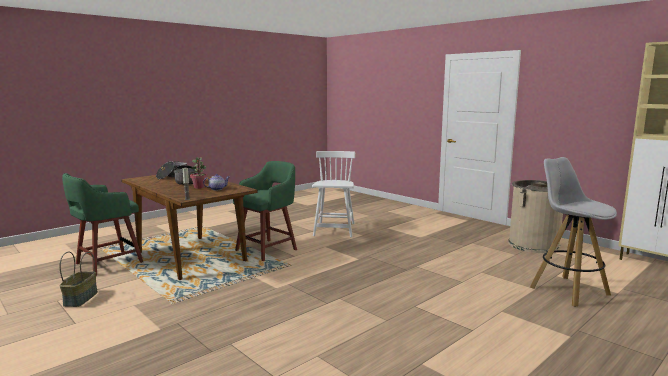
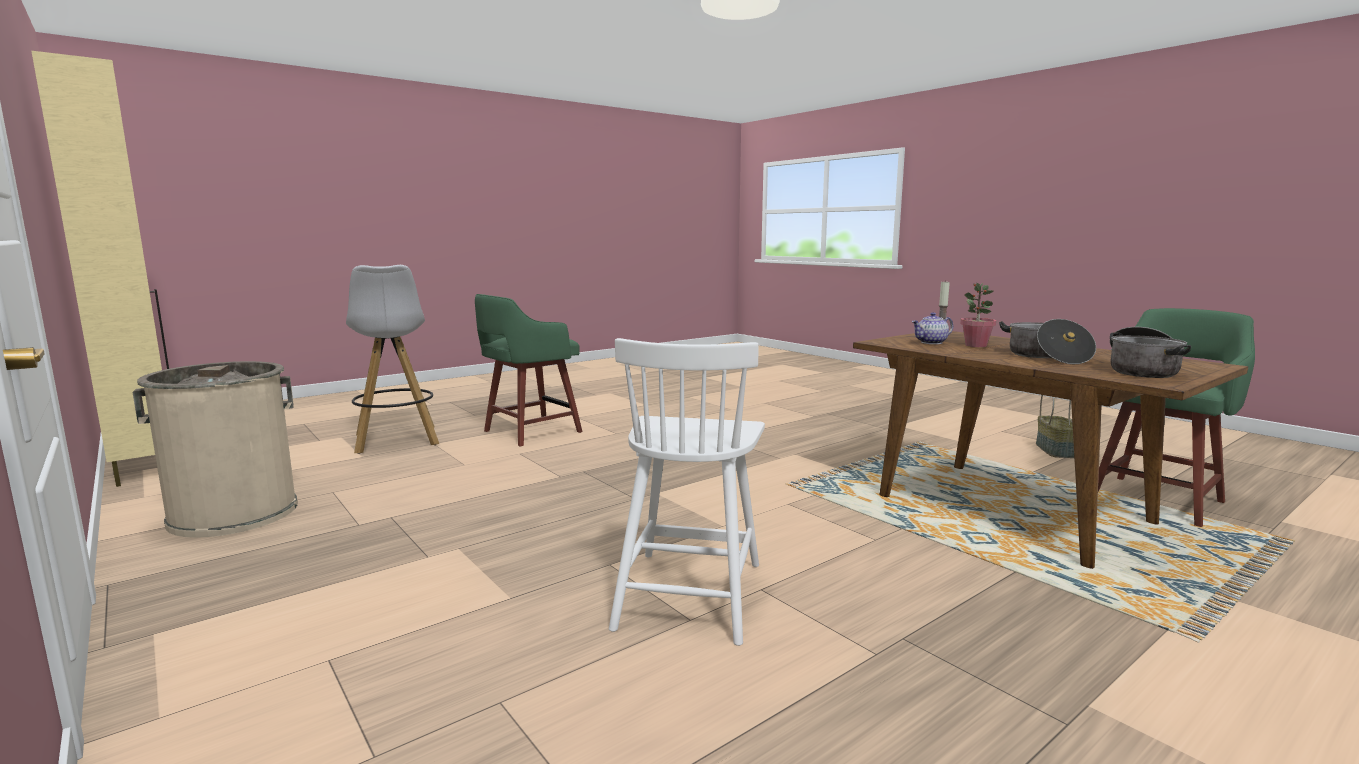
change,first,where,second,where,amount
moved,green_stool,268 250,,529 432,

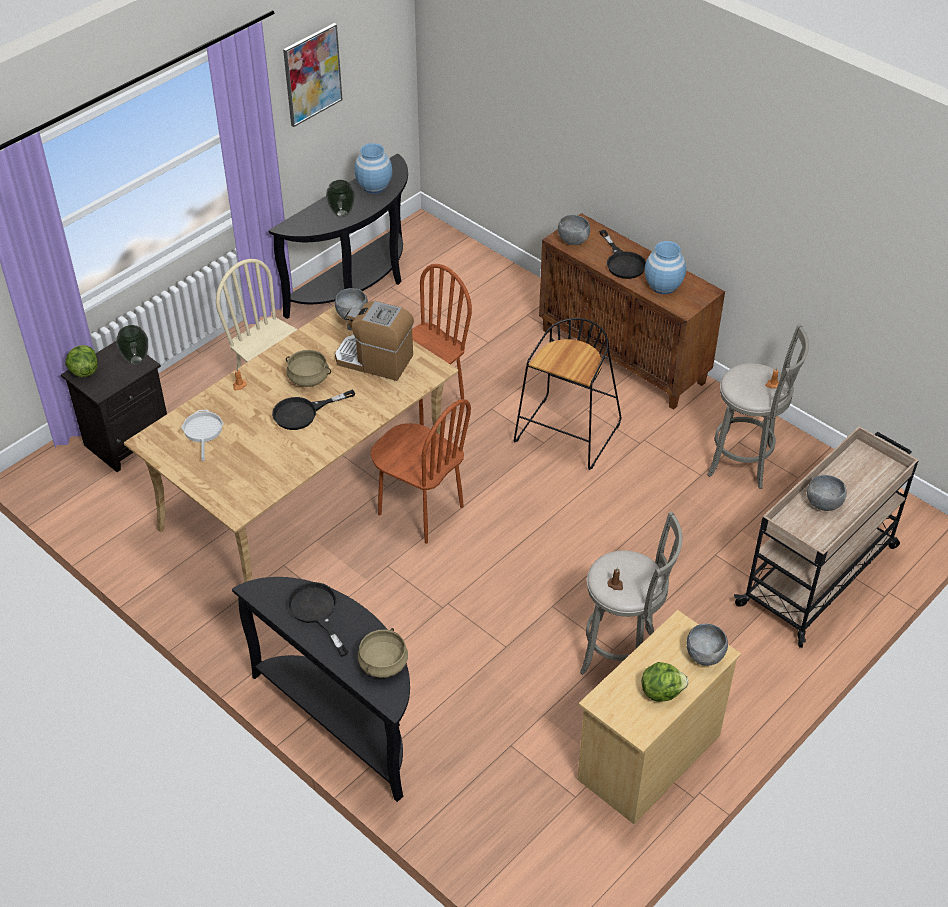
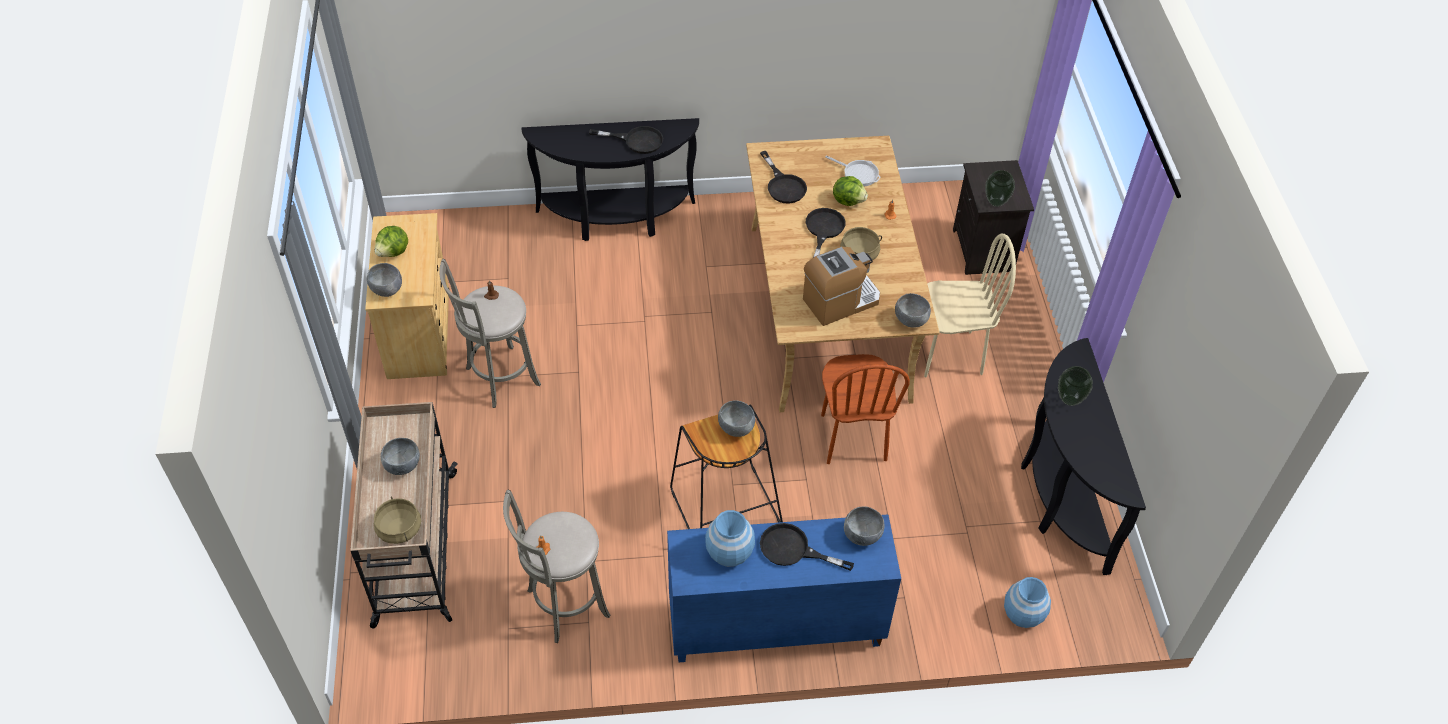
change,first,where,second,where,amount
moved,beige_cooking_pot,383 663,,400 529,
recoloured,brown_cabinet,624 356,blue_cabinet,774 628,
added,,,grey_bowl,736 429,
added,,,black_frying_pan,783 185,
moved,lettuce,84 371,,848 200,
moved,blue_vase,374 186,,1023 615,
removed,picture,312 74,,,
removed,brown_chair,420 511,,,

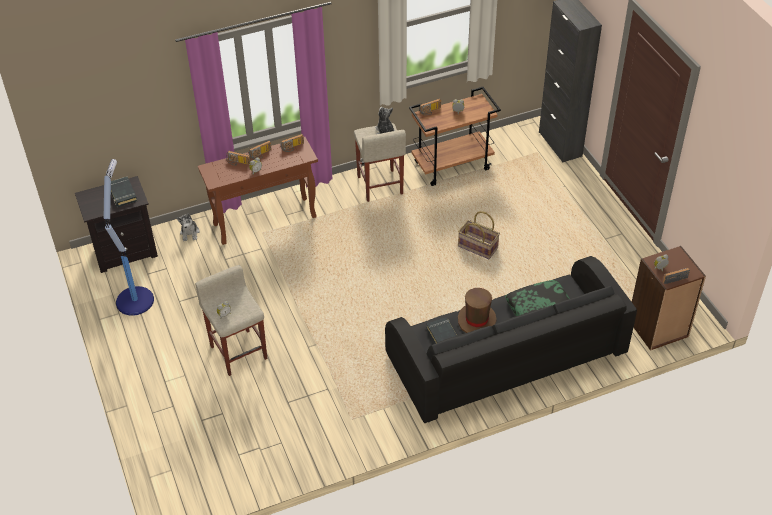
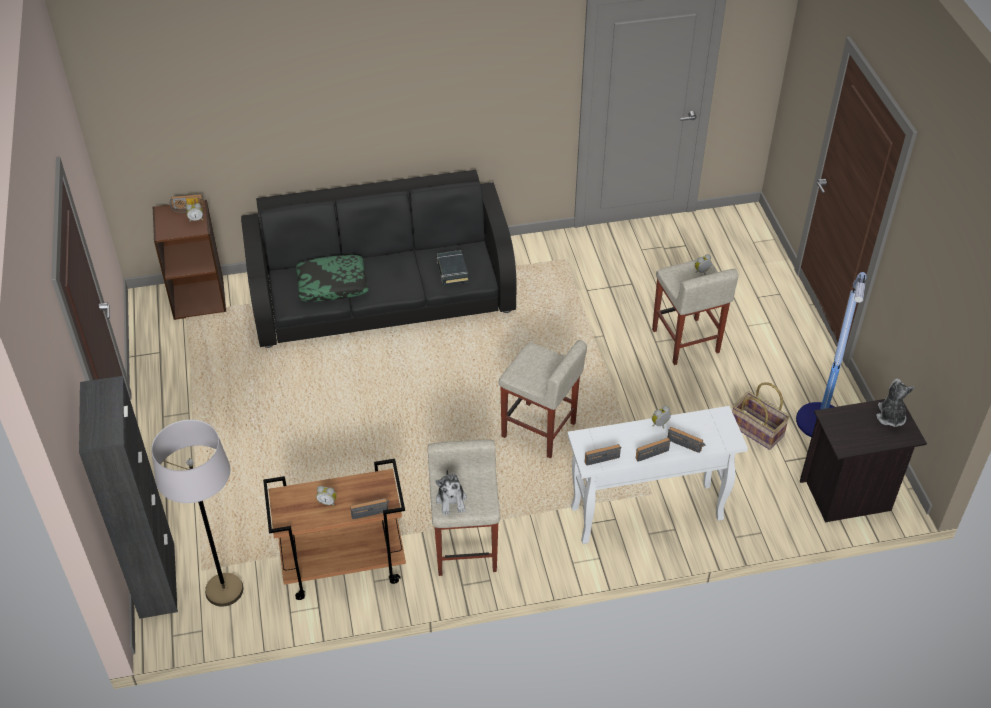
change,first,where,second,where,amount
added,,,grey_floor_lamp,224 590,
added,,,beige_stool,539 431,
recoloured,brown_console_table,265 220,white_console_table,645 514,
moved,basket,477 247,,757 430,
moved,plush_toy,190 233,,890 416,
removed,black_book,122 194,,,
removed,brown_hat,477 320,,,

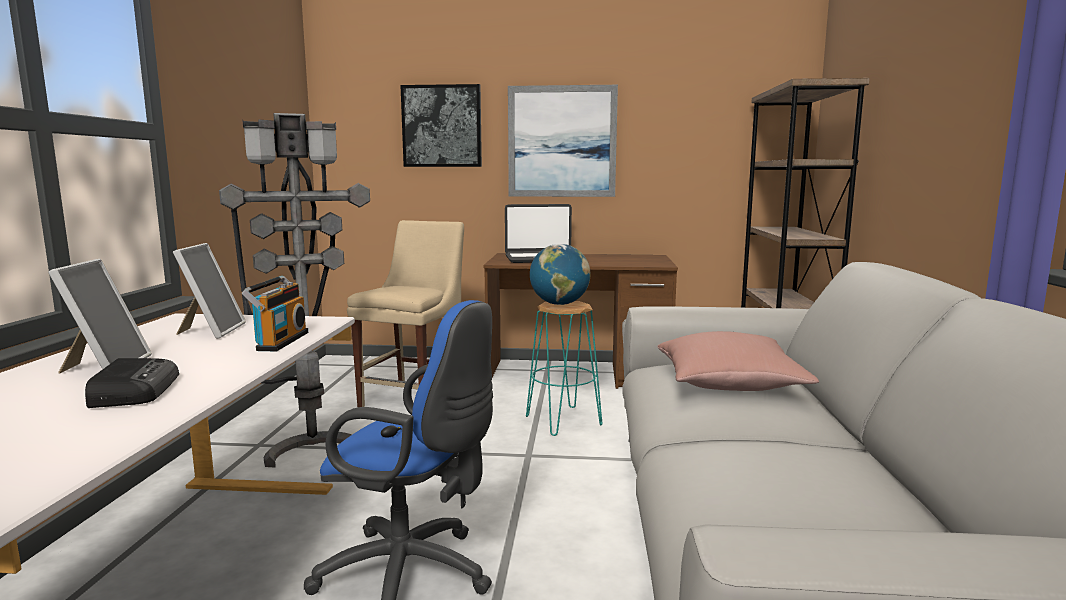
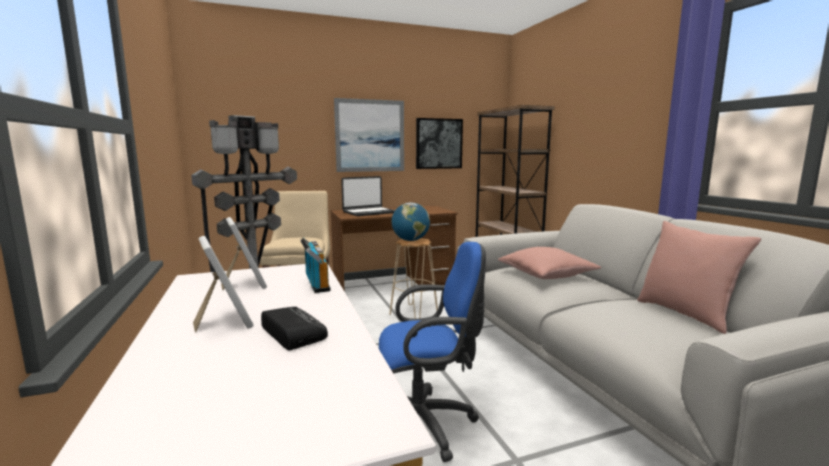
change,first,where,second,where,amount
recoloured,turquoise_stool,563 421,beige_stool,413 313,
moved,picture,442 126,,438 143,
added,,,pink_pillow,685 314,

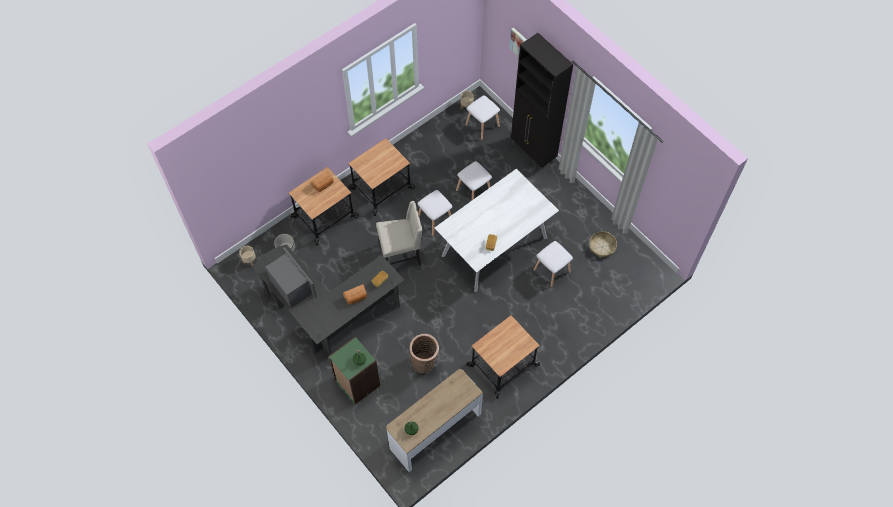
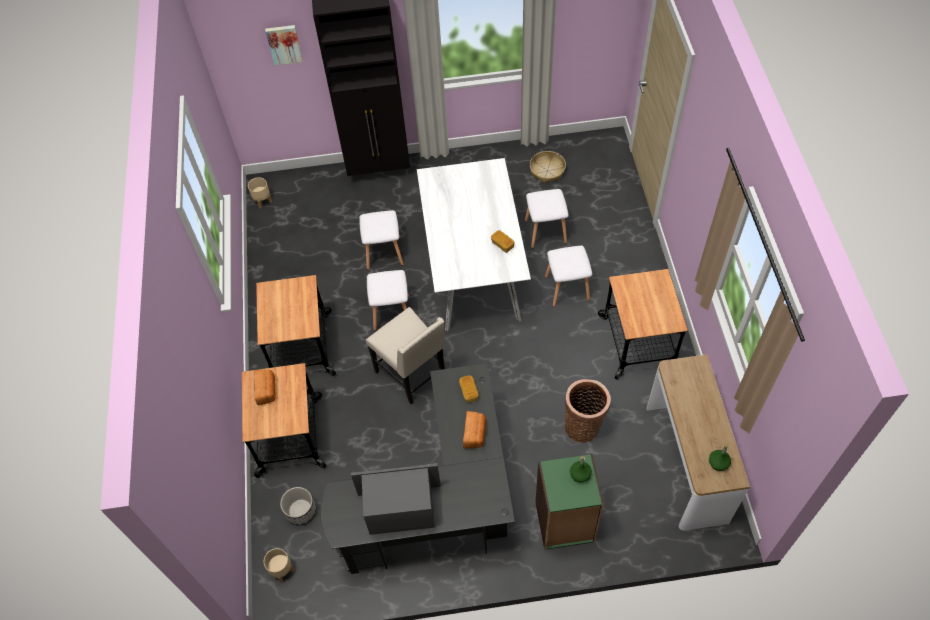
change,first,where,second,where,amount
turned,beige_chair,401 255,,412 374,120 degrees clockwise
moved,white_stool,482 126,,567 289,

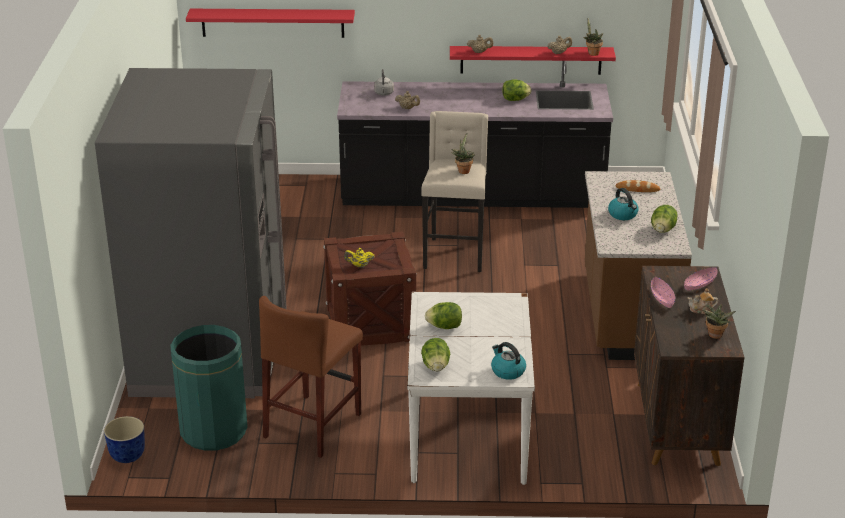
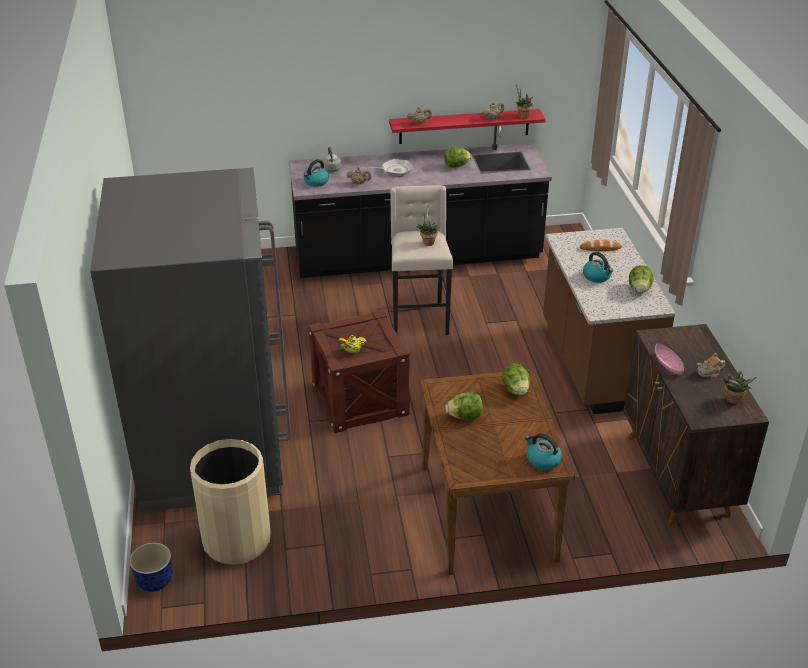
change,first,where,second,where,amount
recoloured,green_trash_can,213 430,beige_trash_can,236 540,
added,,,kettle,316 182,
added,,,frying_pan,394 171,
recoloured,white_dining_table,468 432,brown_dining_table,487 510,
moved,lettuce,436 366,,515 390,
removed,red_shelf,272 23,,,
removed,brown_stool,313 425,,,
removed,pink_bowl,699 284,,,

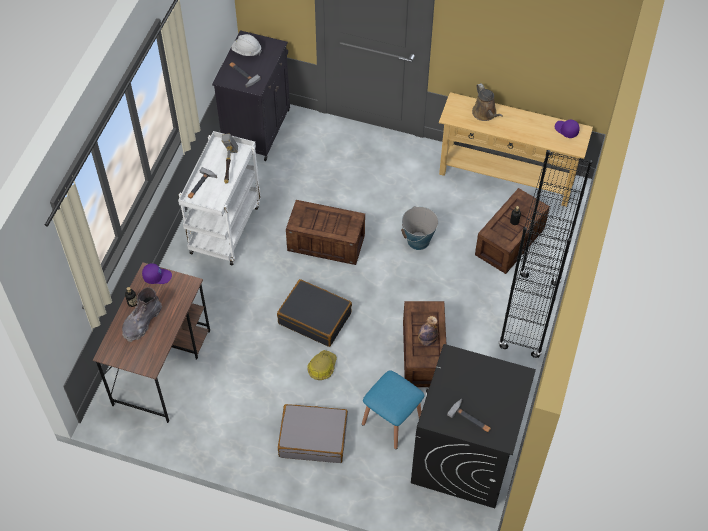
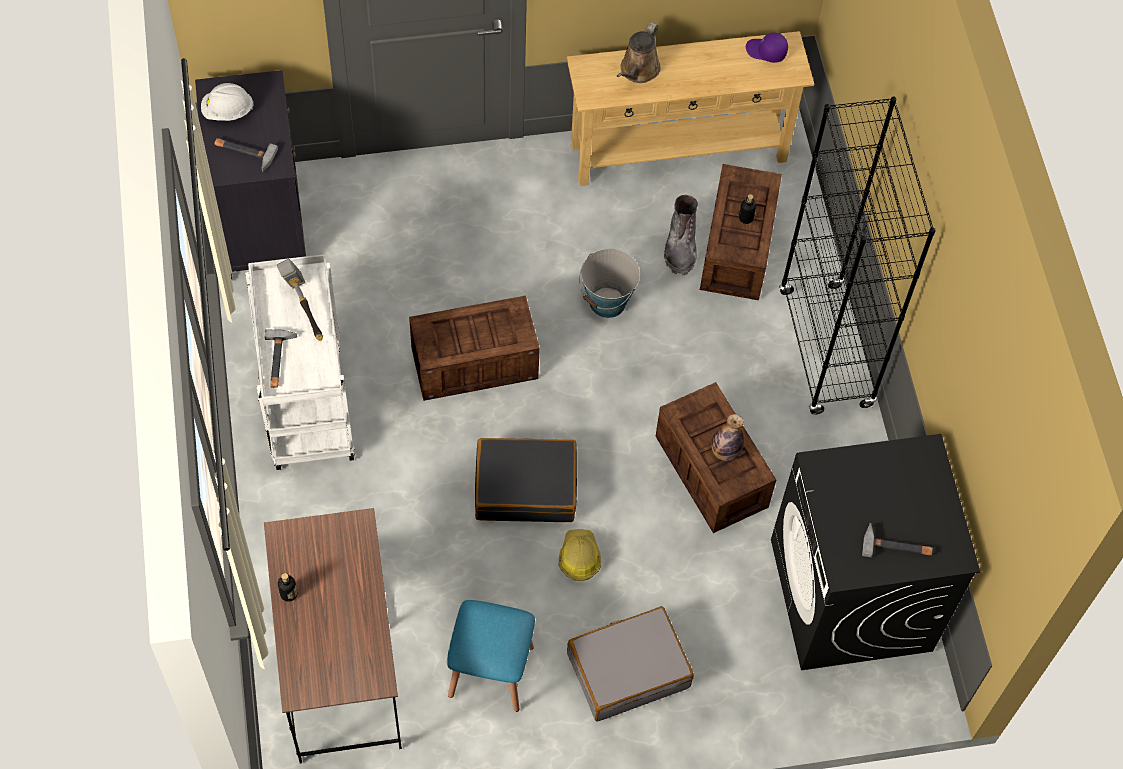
change,first,where,second,where,amount
moved,blue_stool,392 421,,491 671,
turned,brown_watering_can,485 114,,638 71,75 degrees clockwise
moved,grey_boot,142 322,,680 246,
removed,purple_cap,157 276,,,

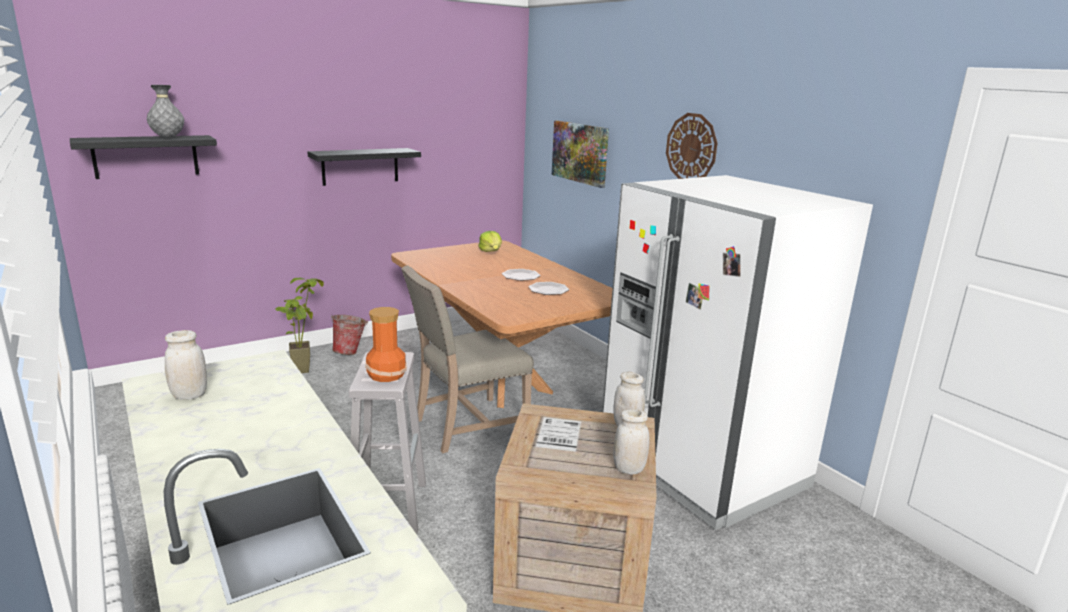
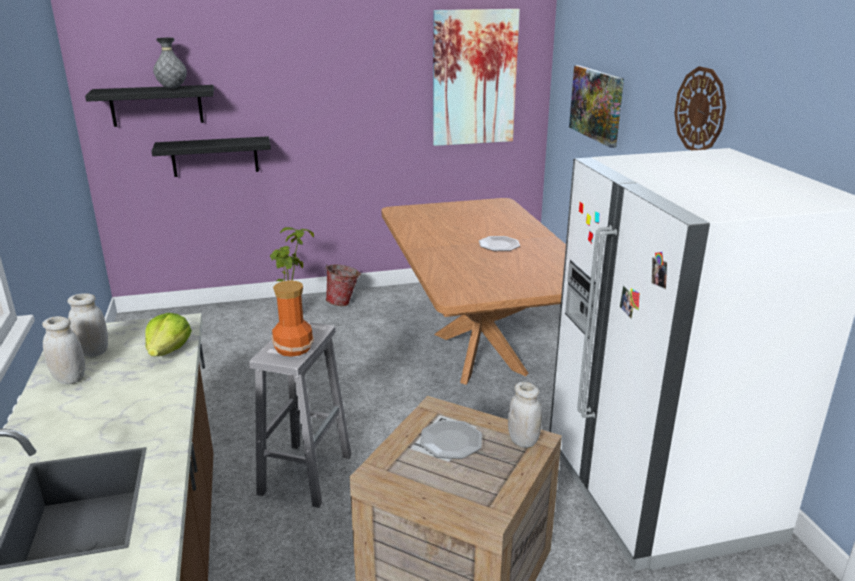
change,first,where,second,where,amount
moved,white_jar,628 469,,70 379,
moved,lettuce,491 251,,168 351,
moved,black_shelf,360 166,,215 156,
moved,plate,548 290,,451 441,
added,,,picture,474 78,
removed,beige_chair,466 426,,,

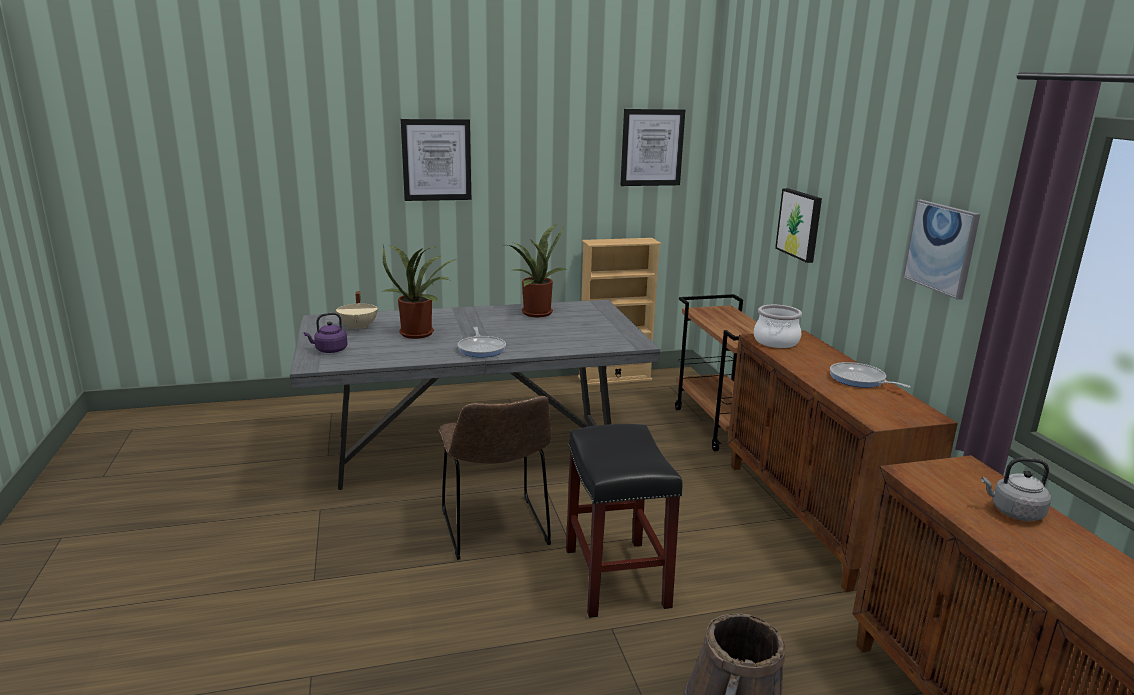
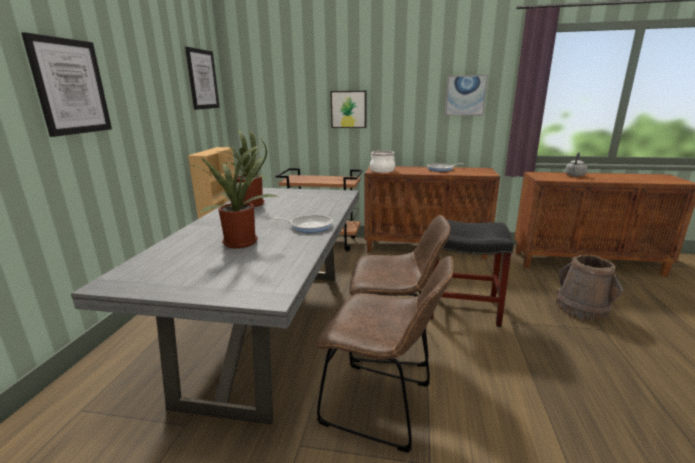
change,first,where,second,where,amount
added,,,brown_chair,383 405,
removed,purple_kettle,329 350,,,
removed,beige_cooking_pot,359 328,,,

